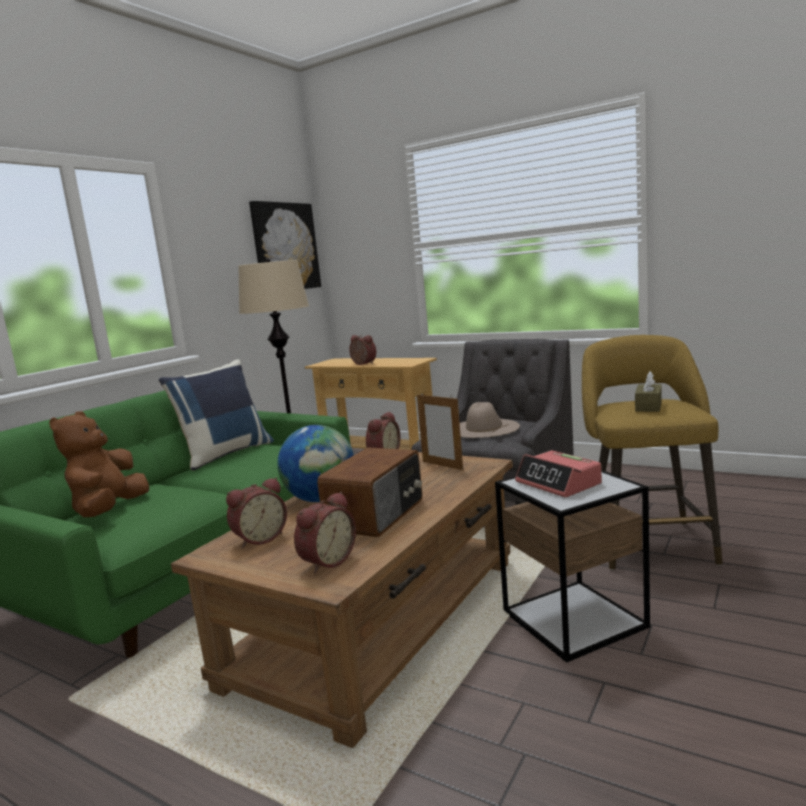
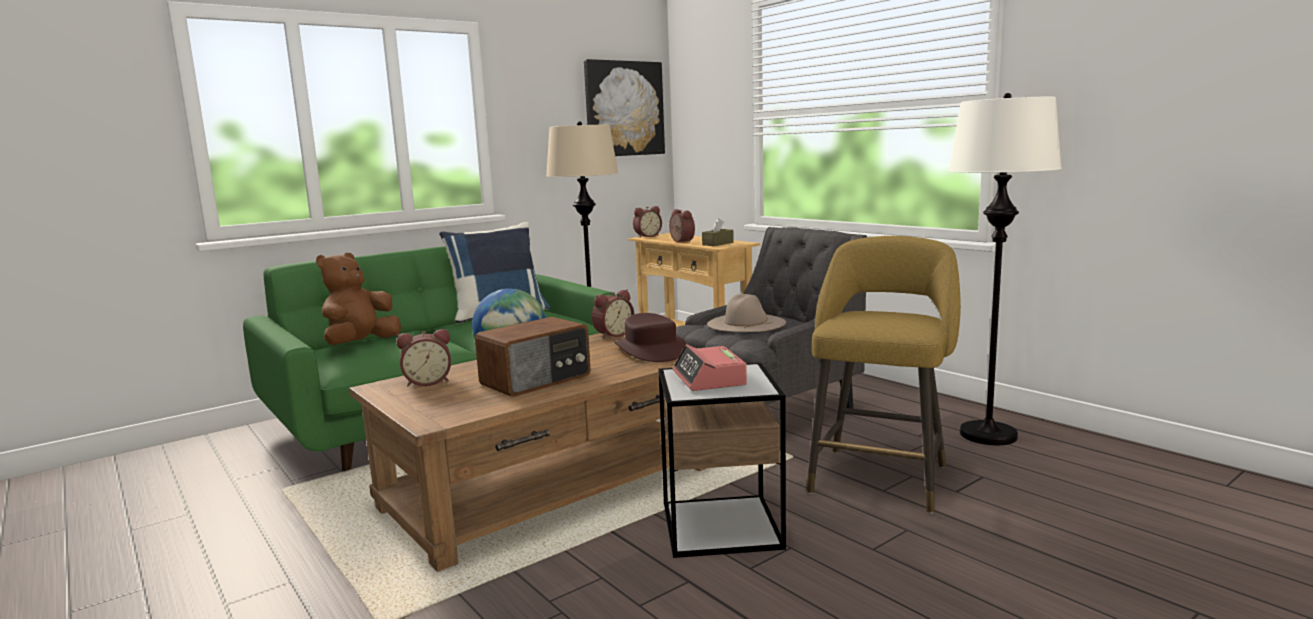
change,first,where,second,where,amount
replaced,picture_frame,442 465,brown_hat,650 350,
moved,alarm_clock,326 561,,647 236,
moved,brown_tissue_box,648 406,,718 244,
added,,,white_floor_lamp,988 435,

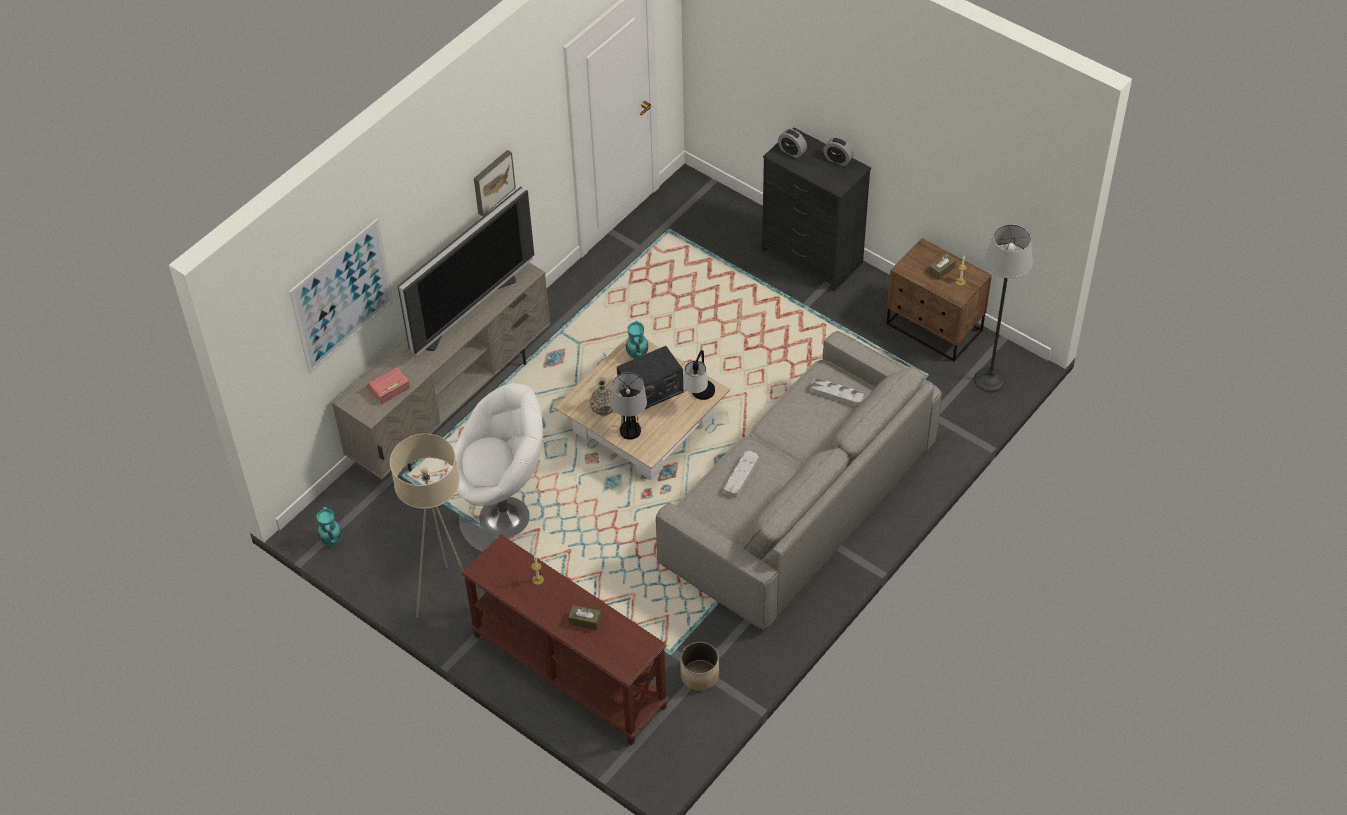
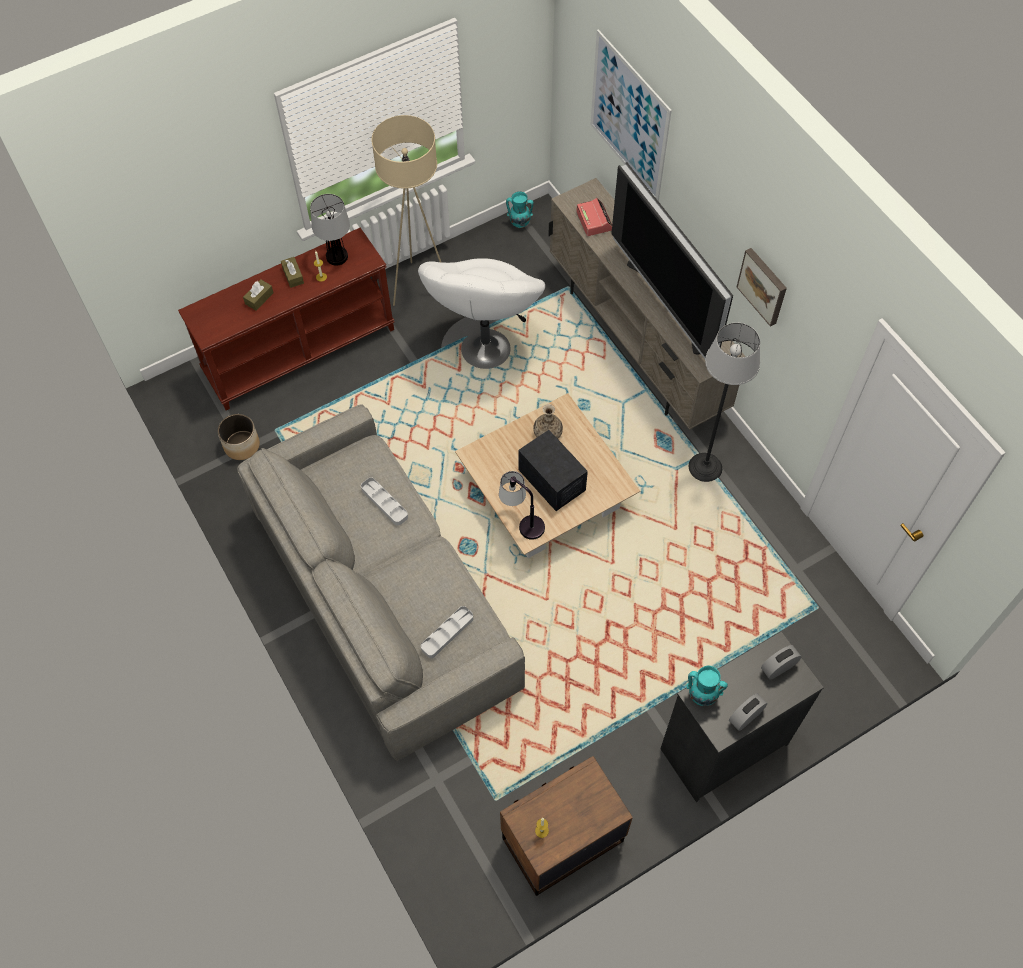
change,first,where,second,where,amount
moved,brown_tissue_box,941 270,,293 275,
moved,table_lamp,630 431,,337 257,
turned,radio,650 391,,552 480,150 degrees clockwise
moved,turquoise_vase,637 355,,702 695,
moved,floor_lamp,990 379,,705 467,

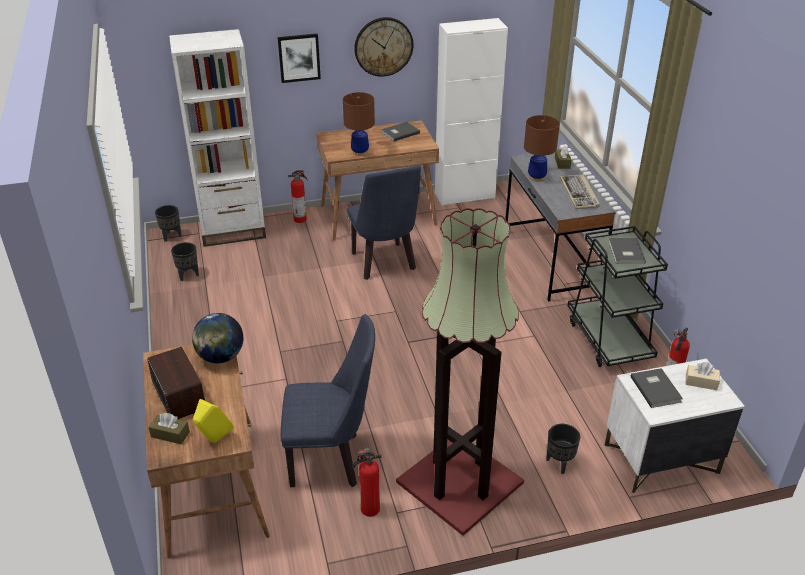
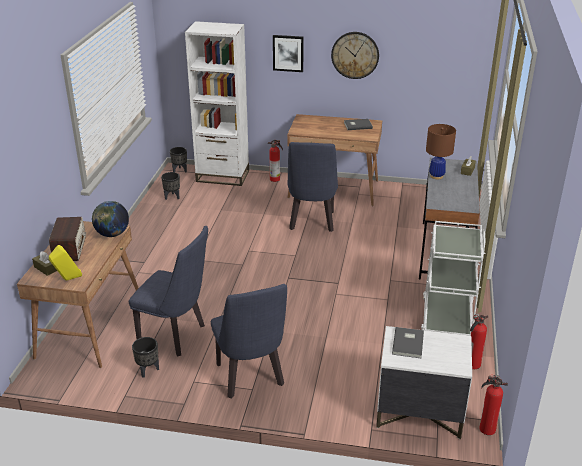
change,first,where,second,where,amount
moved,black_planter,559 464,,147 370,
replaced,floor_lamp,460 484,blue_chair,251 379,
recoloured,black_cart,608 339,white_cart,447 318,
moved,fire_extinguisher,368 509,,486 429,
removed,brown_table_lamp,360 152,,,
removed,white_cabinet,464 195,,,
removed,keyboard,579 193,,,
removed,grey_book,625 252,,,
removed,beige_tissue_box,701 382,,,

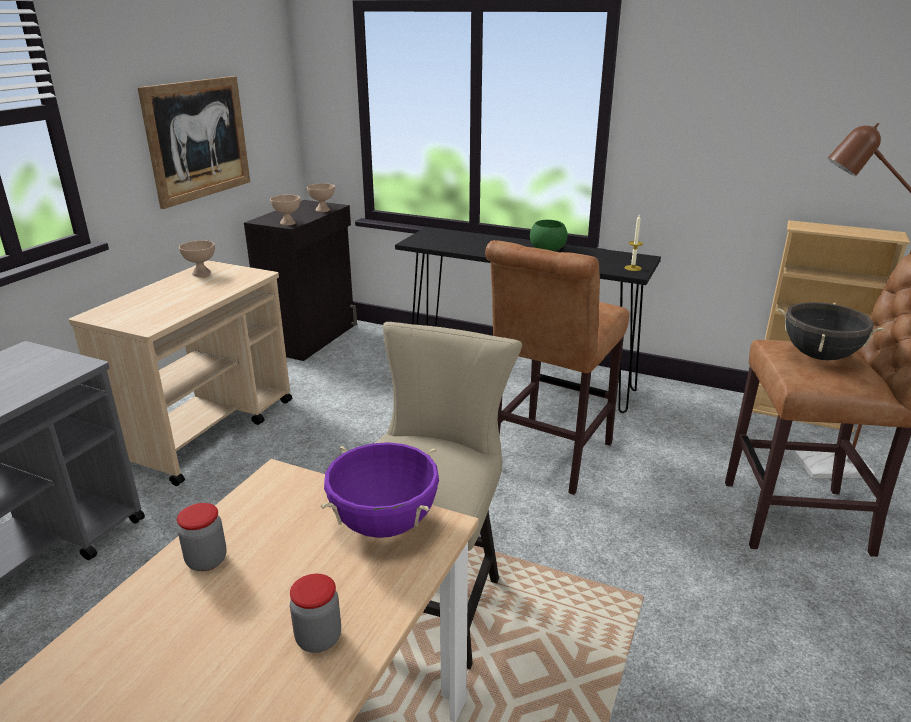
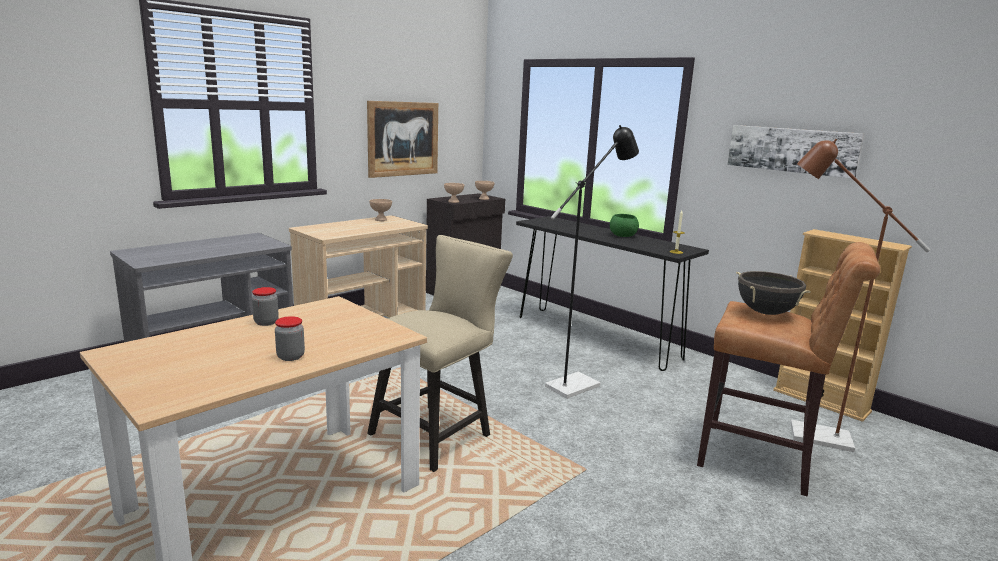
change,first,where,second,where,amount
replaced,brown_stool,547 458,black_floor_lamp,579 383,
added,,,picture,792 150,
removed,purple_cooking_pot,384 524,,,

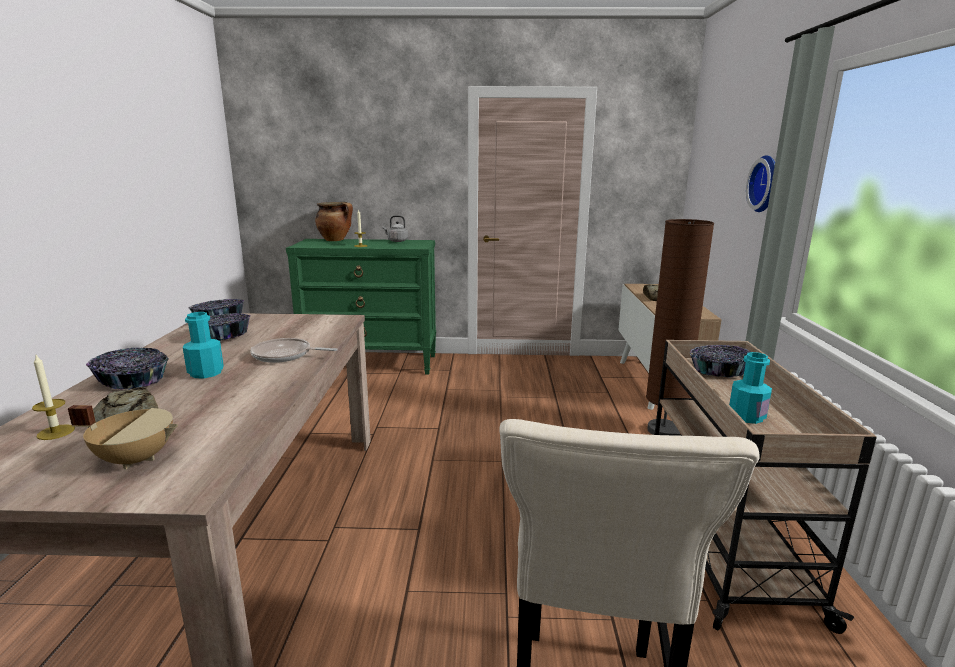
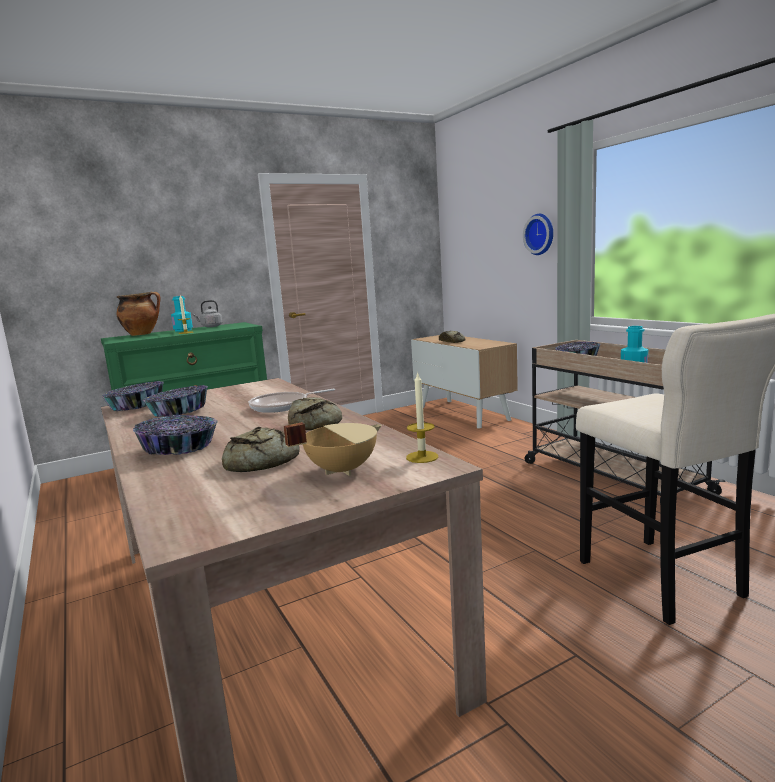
change,first,where,second,where,amount
moved,turquoise_bottle,206 373,,183 330,
added,,,bread,316 422,
moved,candle,56 432,,422 457,
removed,brown_floor_lamp,663 431,,,

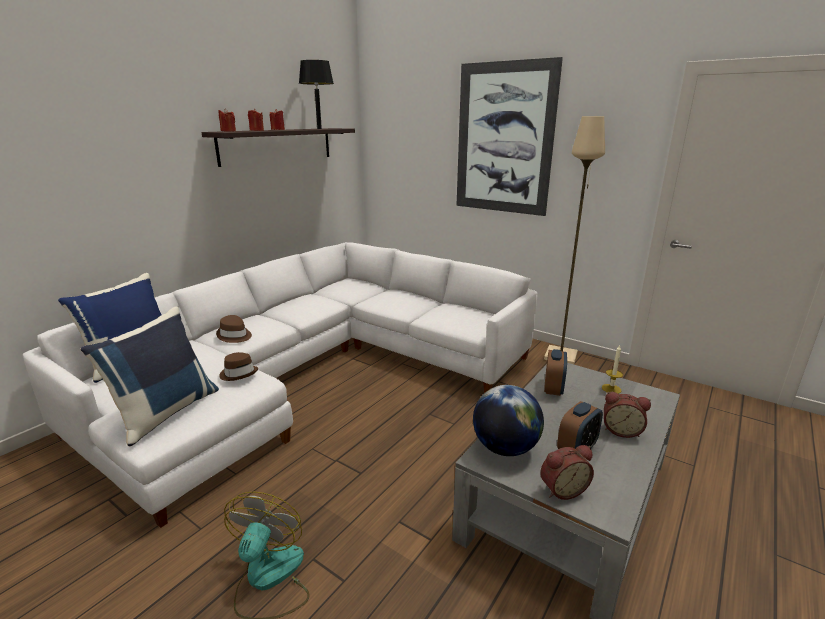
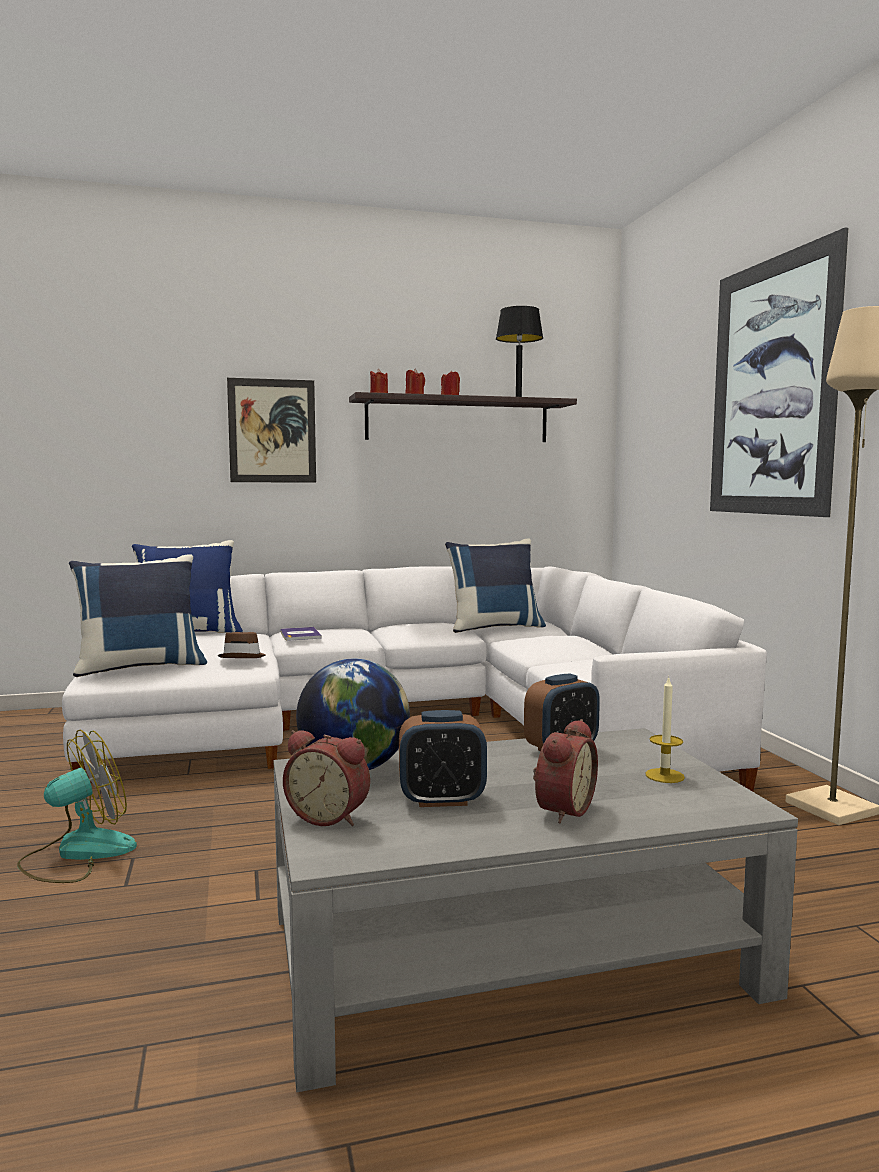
change,first,where,second,where,amount
added,,,picture,272 431,
replaced,brown_hat,234 336,book,300 635,
added,,,blue_pillow,494 627,
turned,alarm_clock,621 430,,561 809,120 degrees counterclockwise

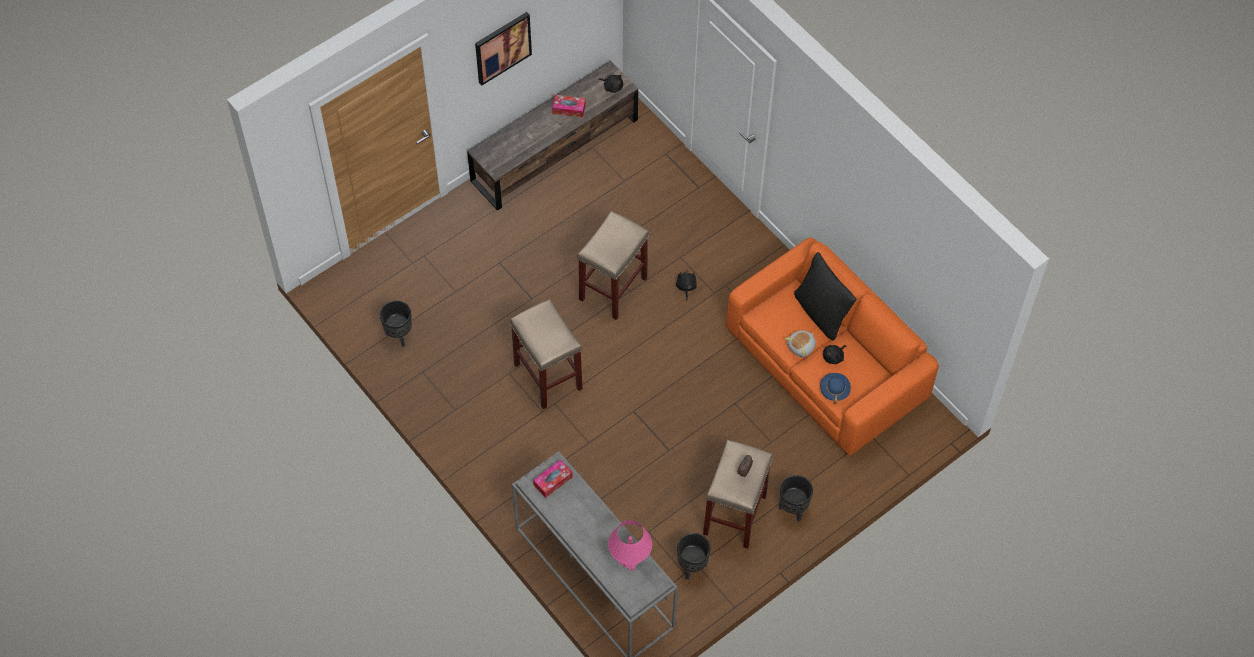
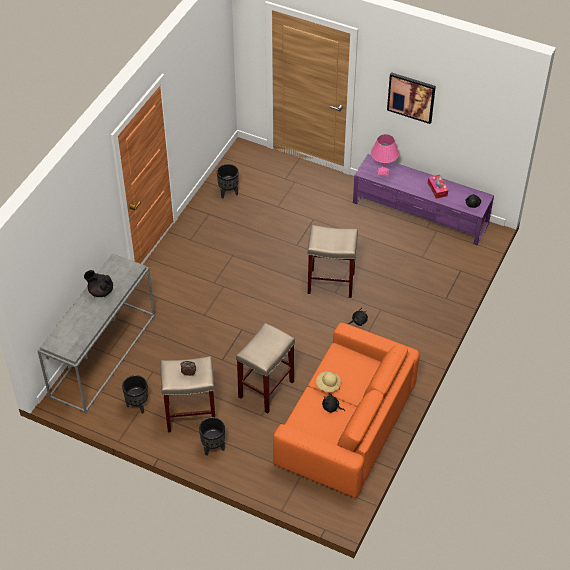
change,first,where,second,where,amount
added,,,black_teapot,100 291,
moved,beige_stool,547 376,,266 388,
replaced,plush_toy,801 347,beige_hat,328 385,
recoloured,brown_tv_stand,555 150,purple_tv_stand,421 213,
moved,pink_table_lamp,629 561,,383 172,
removed,tissue_box,553 481,,,
removed,black_pillow,821 313,,,
removed,blue_hat,834 390,,,

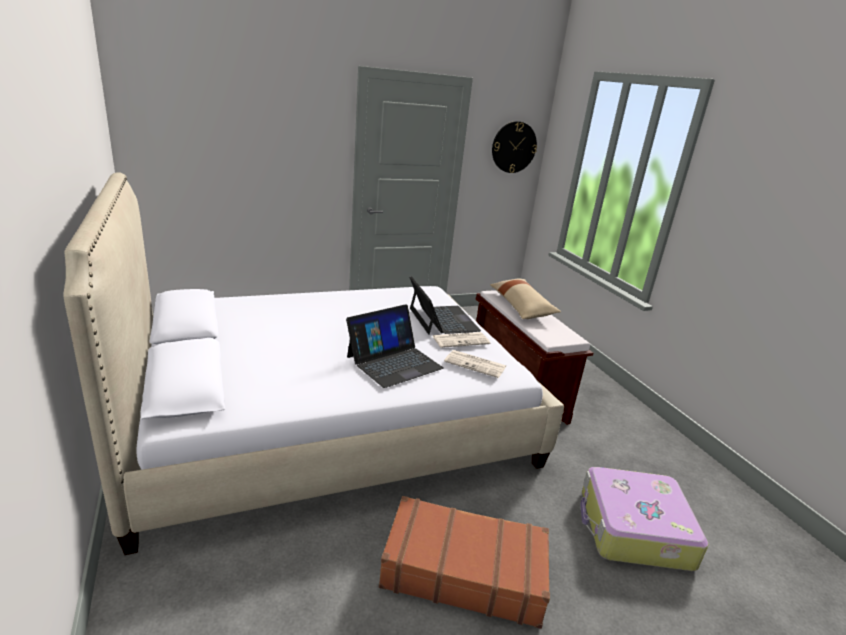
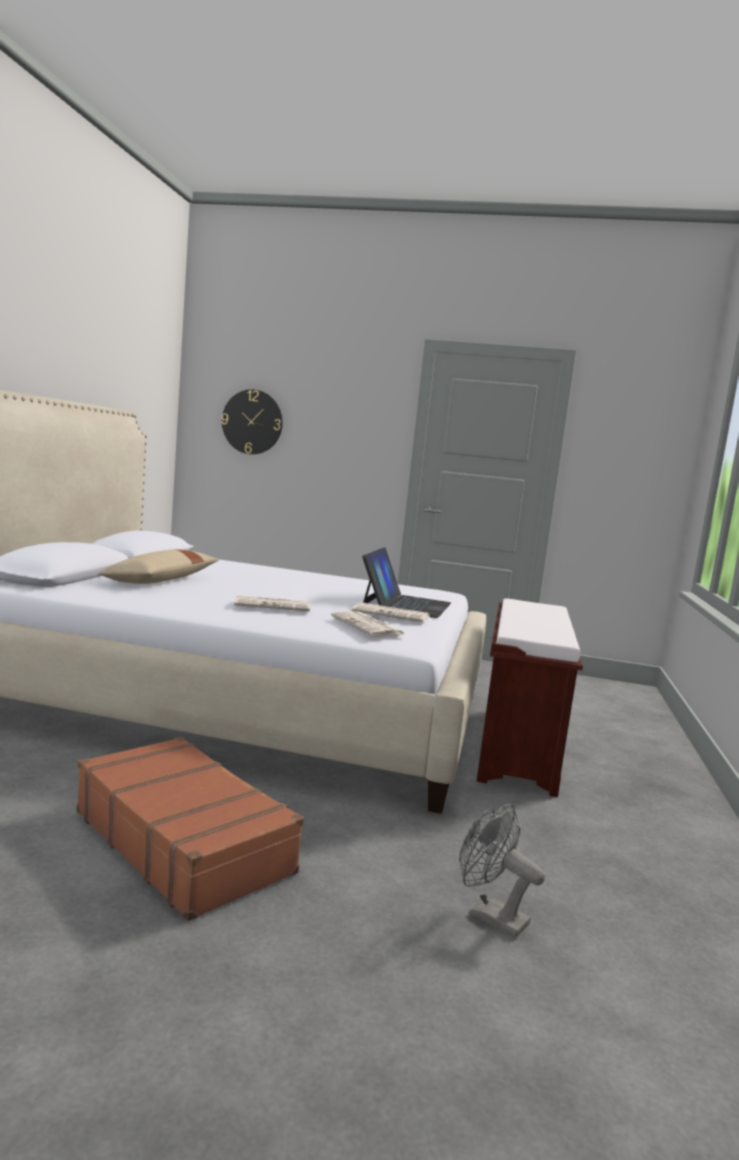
change,first,where,second,where,amount
moved,beige_pillow,521 306,,161 581,
moved,wall_clock,514 147,,252 422,
replaced,laptop,394 362,newspaper,274 605,
replaced,suitcase,633 529,grey_fan,489 915,

